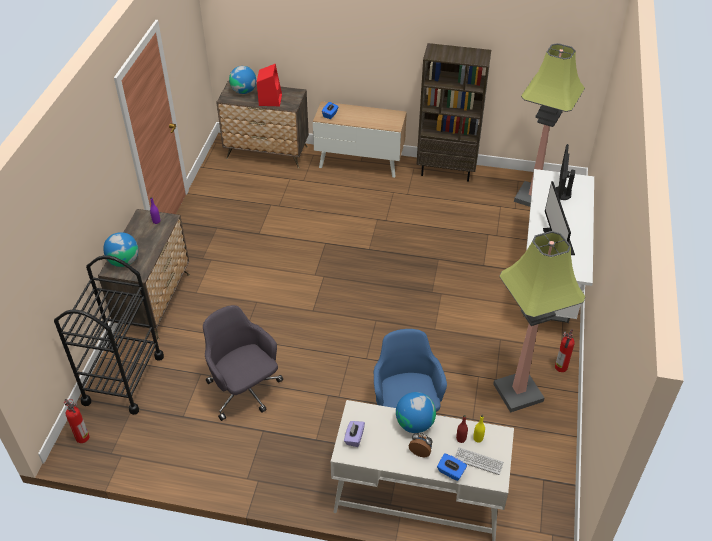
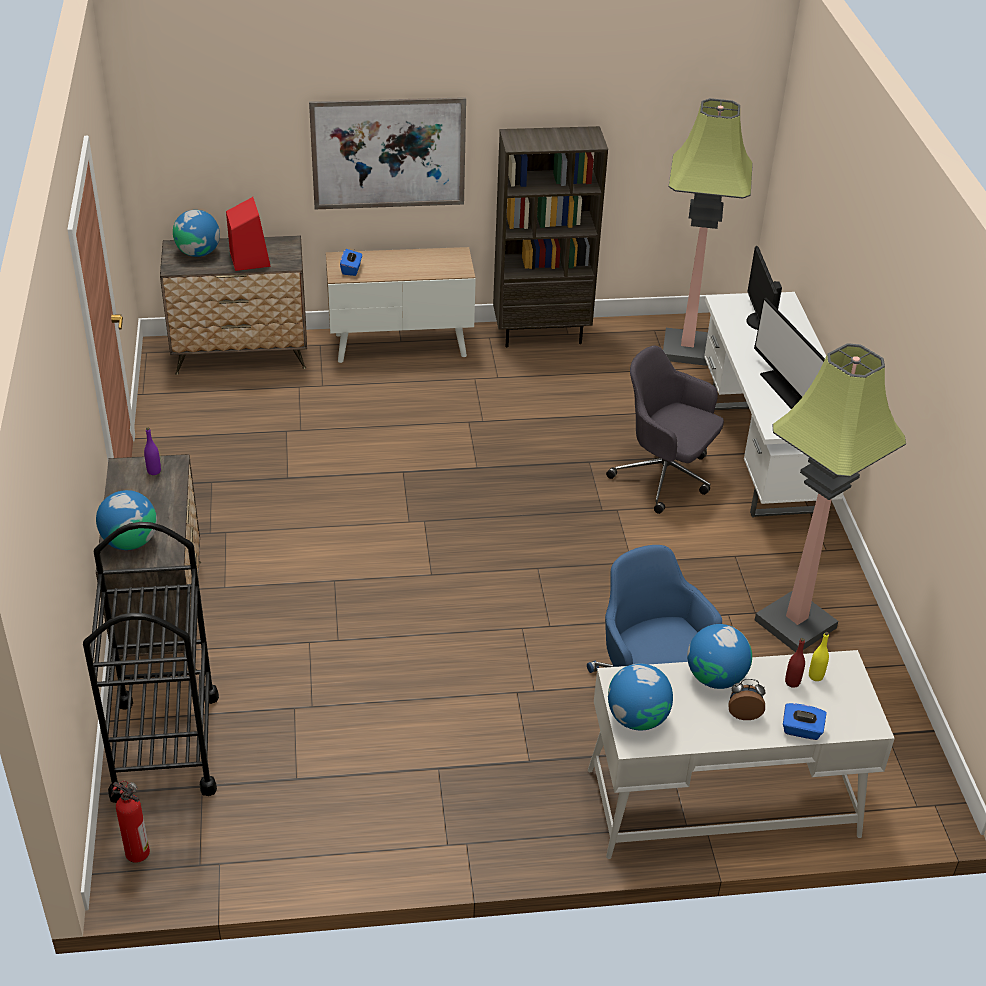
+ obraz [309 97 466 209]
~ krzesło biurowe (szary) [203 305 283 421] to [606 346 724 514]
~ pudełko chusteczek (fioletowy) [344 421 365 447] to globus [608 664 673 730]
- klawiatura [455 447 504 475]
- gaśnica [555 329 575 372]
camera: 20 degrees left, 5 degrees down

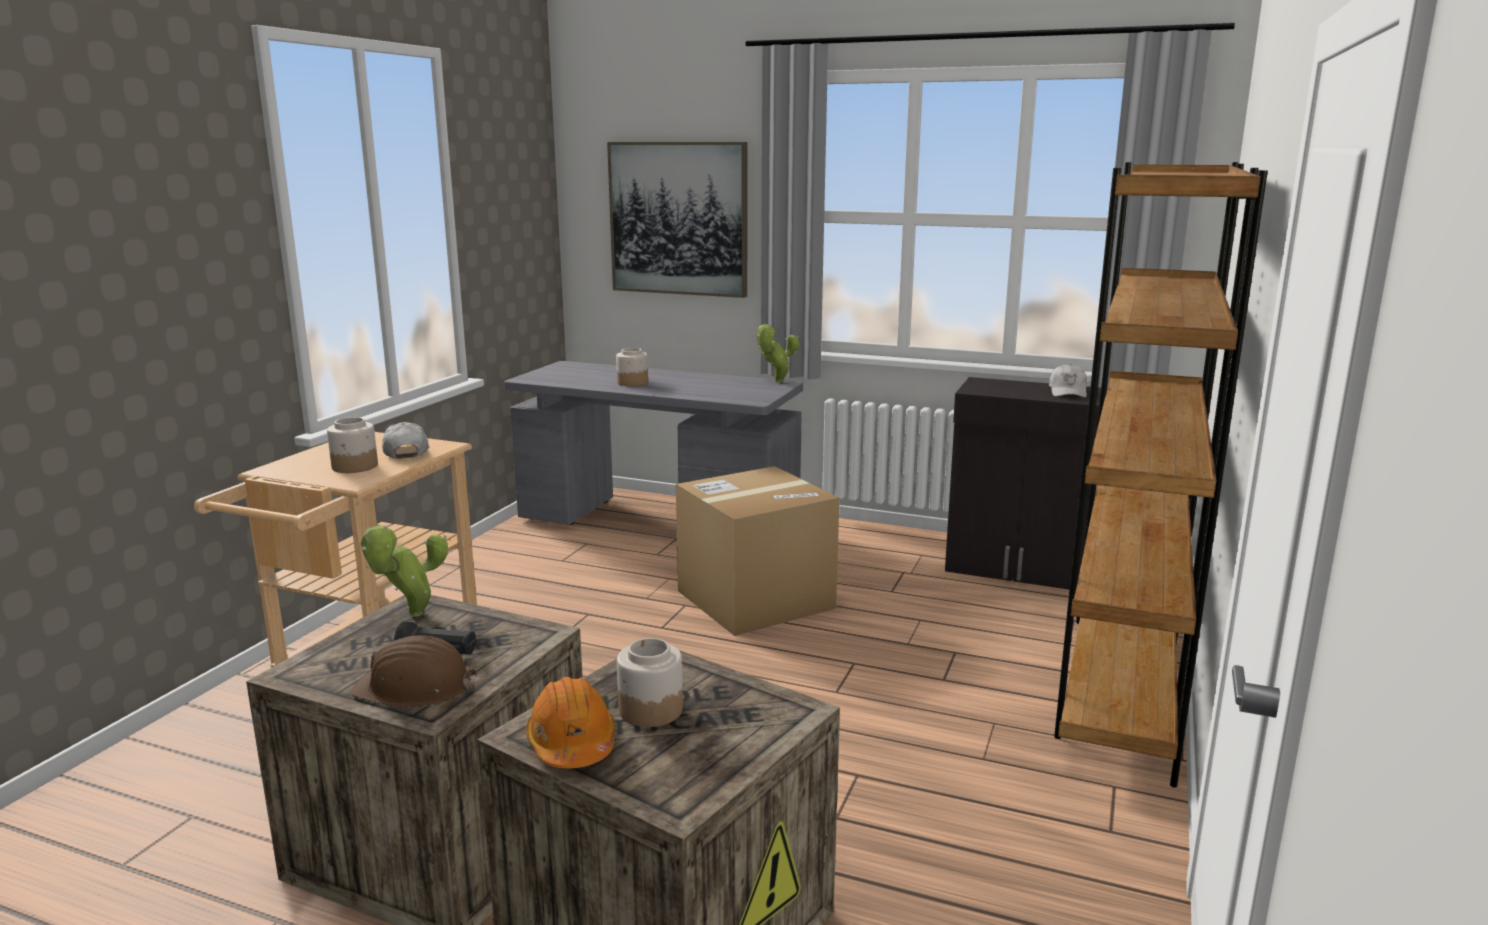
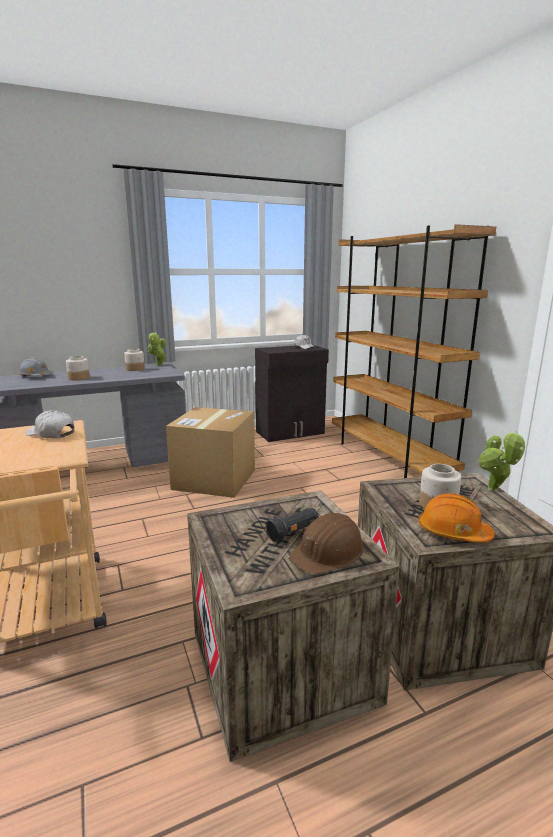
+ kask (szary) [19 357 53 376]
~ słoik [327 417 378 473] to [124 349 145 371]
~ roślina doniczkowa [361 525 448 617] to [478 431 525 491]
- obraz [607 142 747 298]
camera: 45 degrees left, 0 degrees up

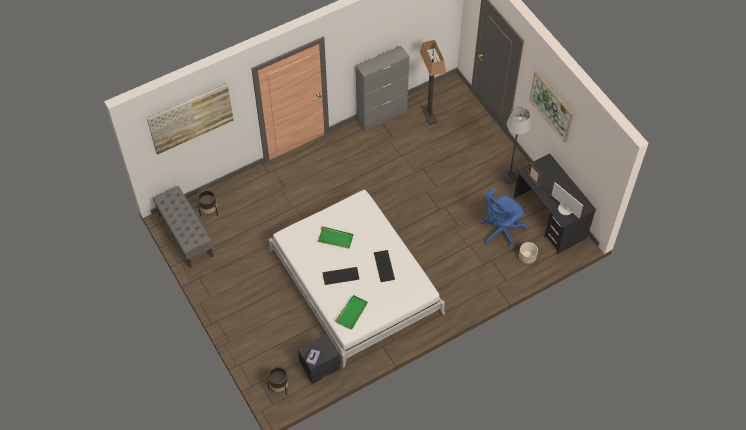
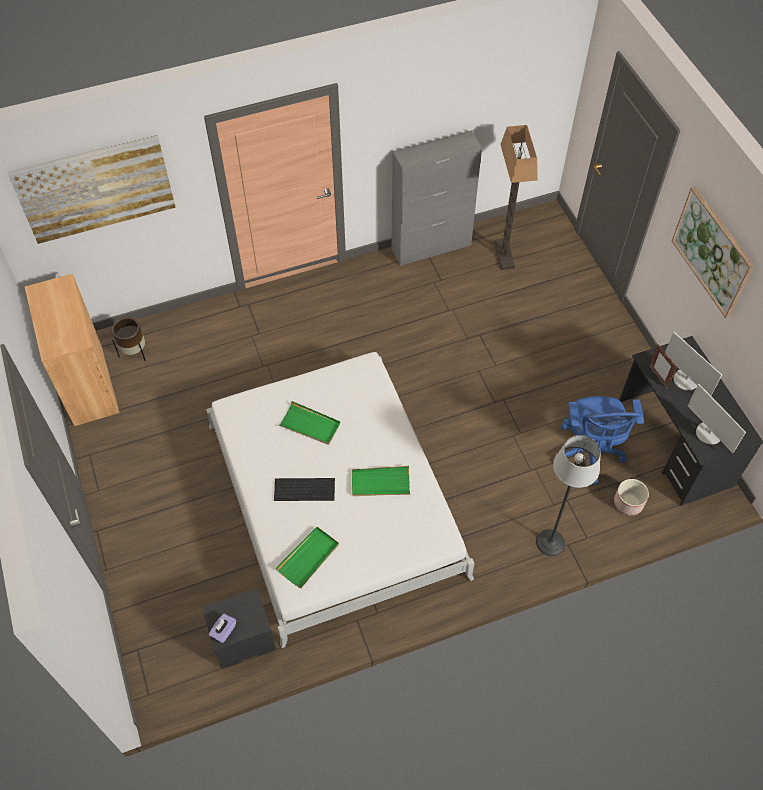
~ ławka (szary) [153 186 213 268] to szafka (brązowy) [25 274 120 426]
~ klawiatura [374 250 395 282] to taca (zielony) [352 466 410 496]
~ lampa stojąca [501 107 531 184] to [536 435 601 556]
~ krzesło biurowe (niebieski) [481 188 528 249] = [562 396 644 484] 60 degrees counterclockwise
+ monitor [664 332 722 396]
- donica (brązowy) [267 367 288 395]
camera: 10 degrees right, 0 degrees up

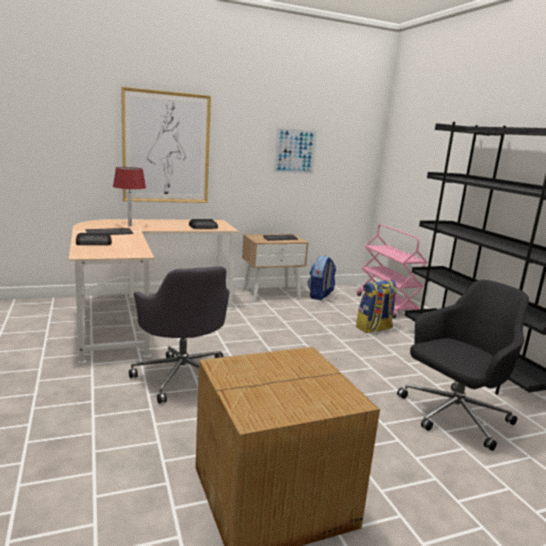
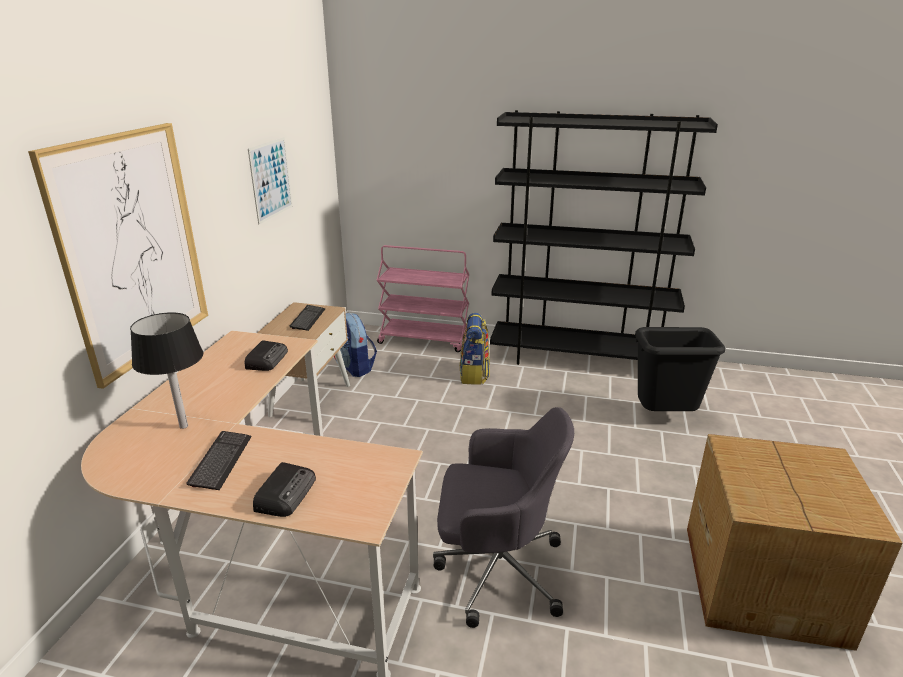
~ lampa stołowa (czerwony) [113 167 146 226] to lampa stołowa (czarny) [130 312 203 429]
~ krzesło biurowe (czarny) [397 280 529 451] to kosz na śmieci (czarny) [635 327 725 411]
camera: 55 degrees left, 10 degrees up

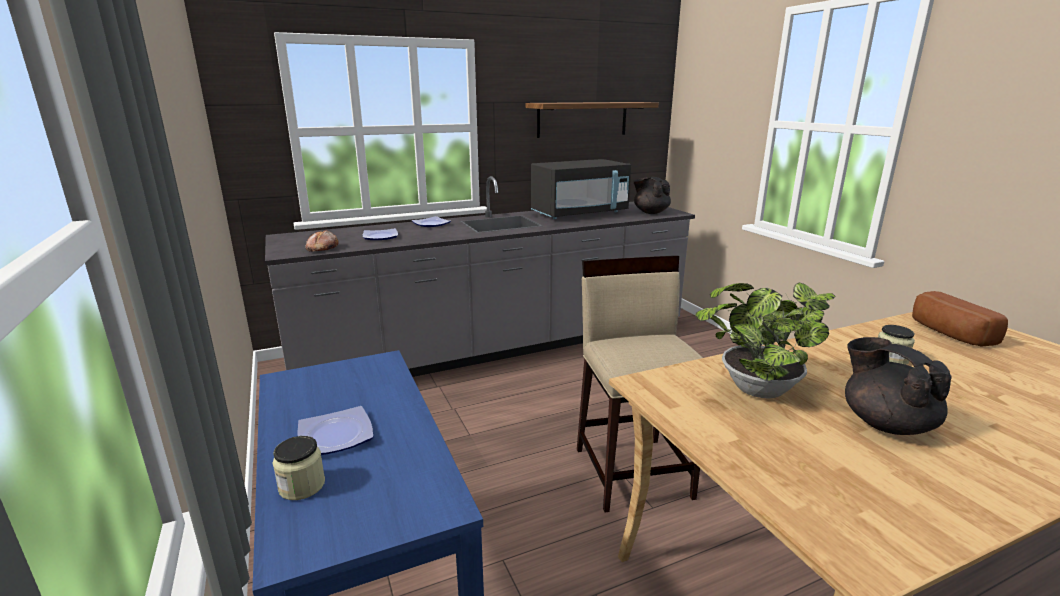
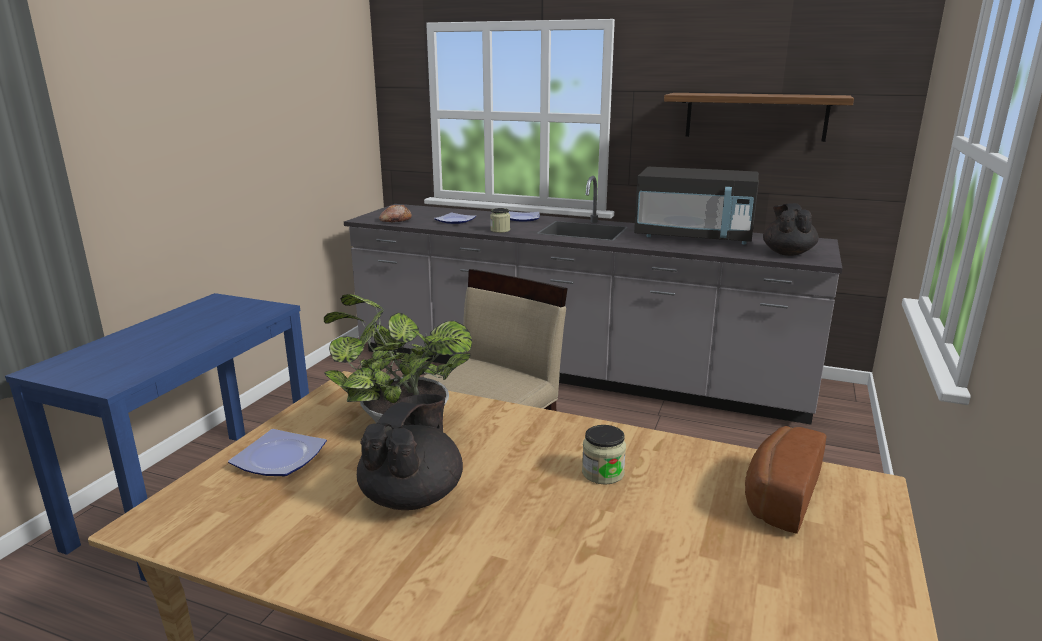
~ talerz [297 406 373 455] to [228 429 327 476]
~ słoik [273 436 325 500] to [490 208 510 233]
camera: 45 degrees right, 0 degrees up

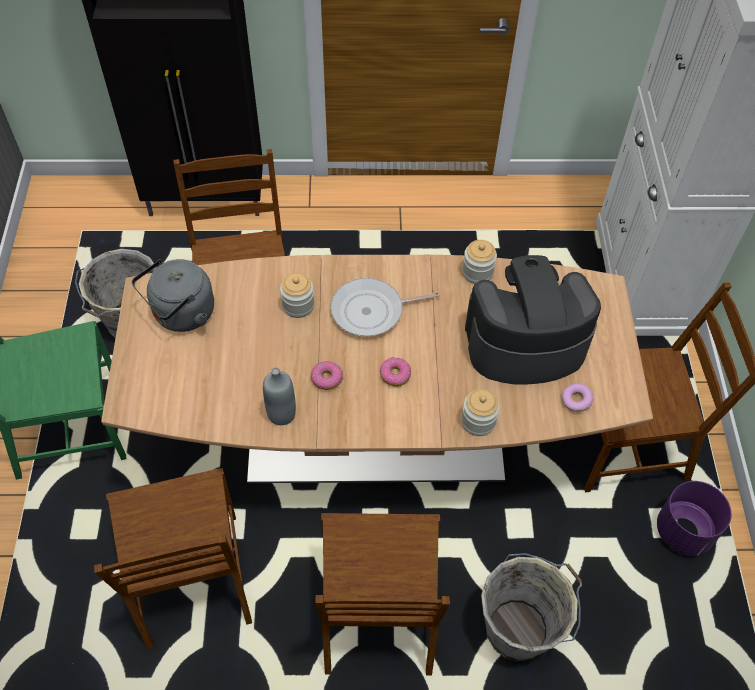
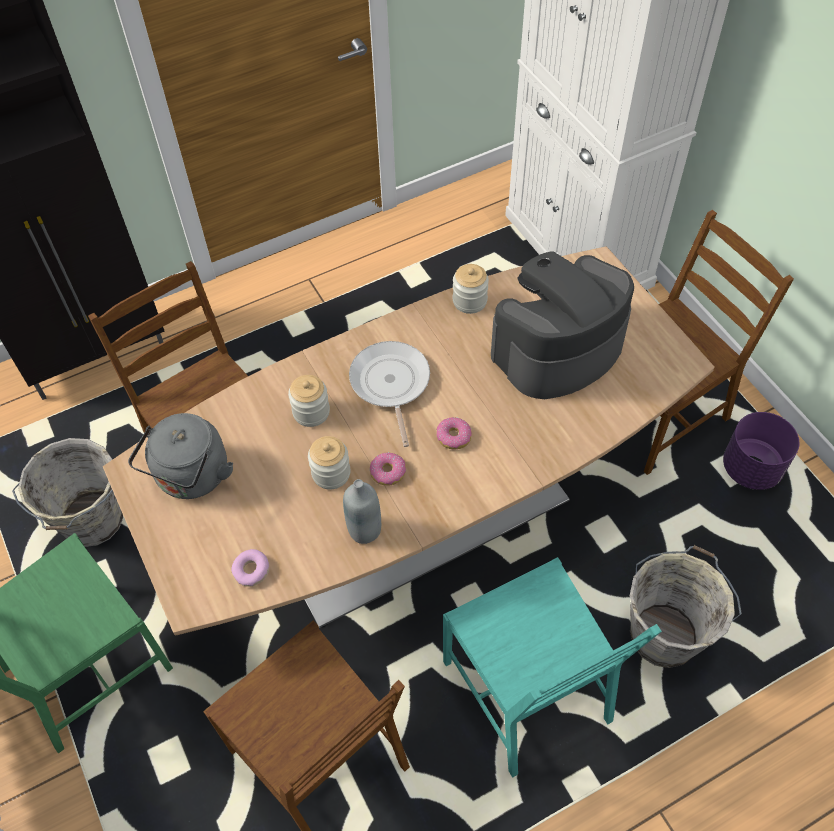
~ donut [562 383 593 412] to [231 549 269 587]
~ słoik [461 389 500 436] to [308 436 350 490]
~ patelnia [330 278 440 336] = [349 341 430 447] 120 degrees clockwise
~ krzesło (brązowy) [315 513 450 675] to krzesło (turkusowy) [443 557 662 778]
camera: 25 degrees left, 0 degrees up

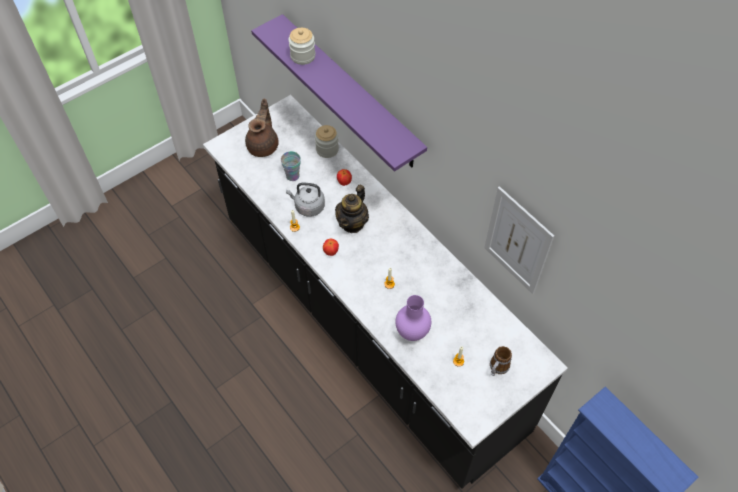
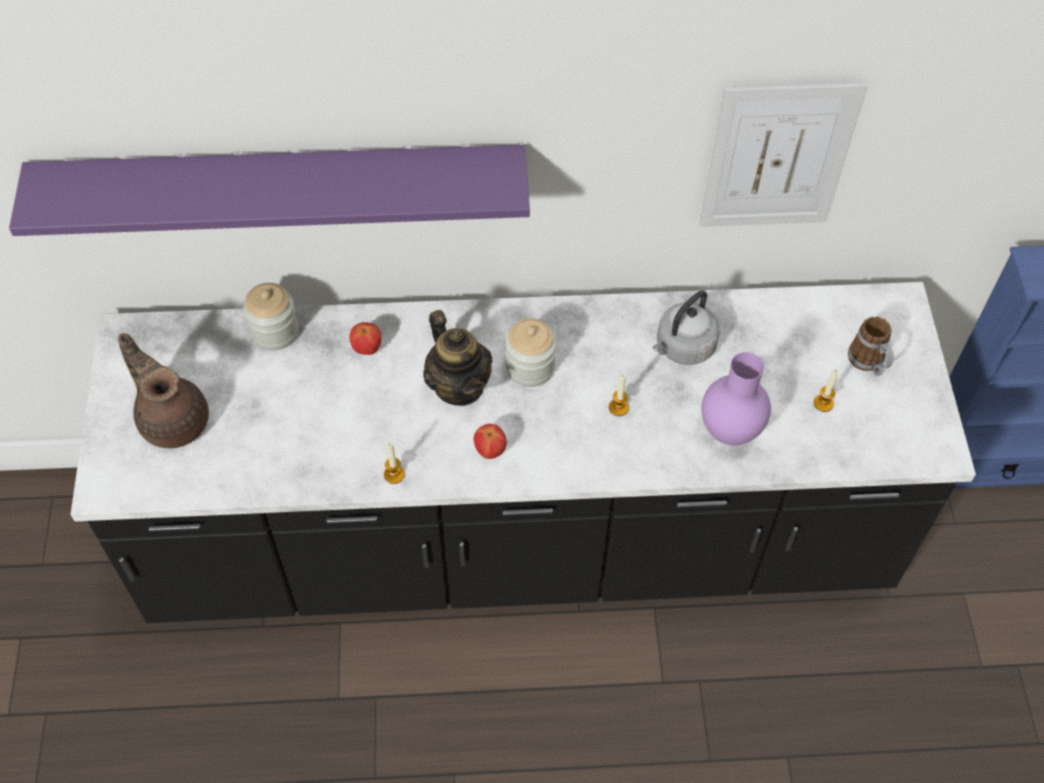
~ słoik [288 28 315 65] to [506 319 556 387]
~ czajnik (szary) [286 183 325 217] to [652 290 720 365]
- filiżanka [281 151 301 181]
camera: 55 degrees left, 0 degrees up

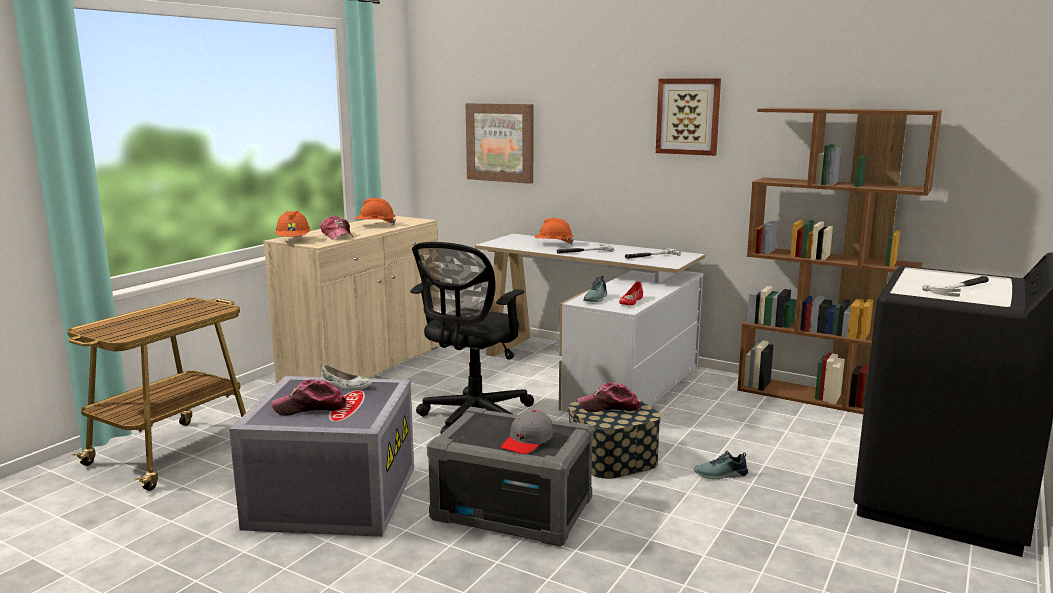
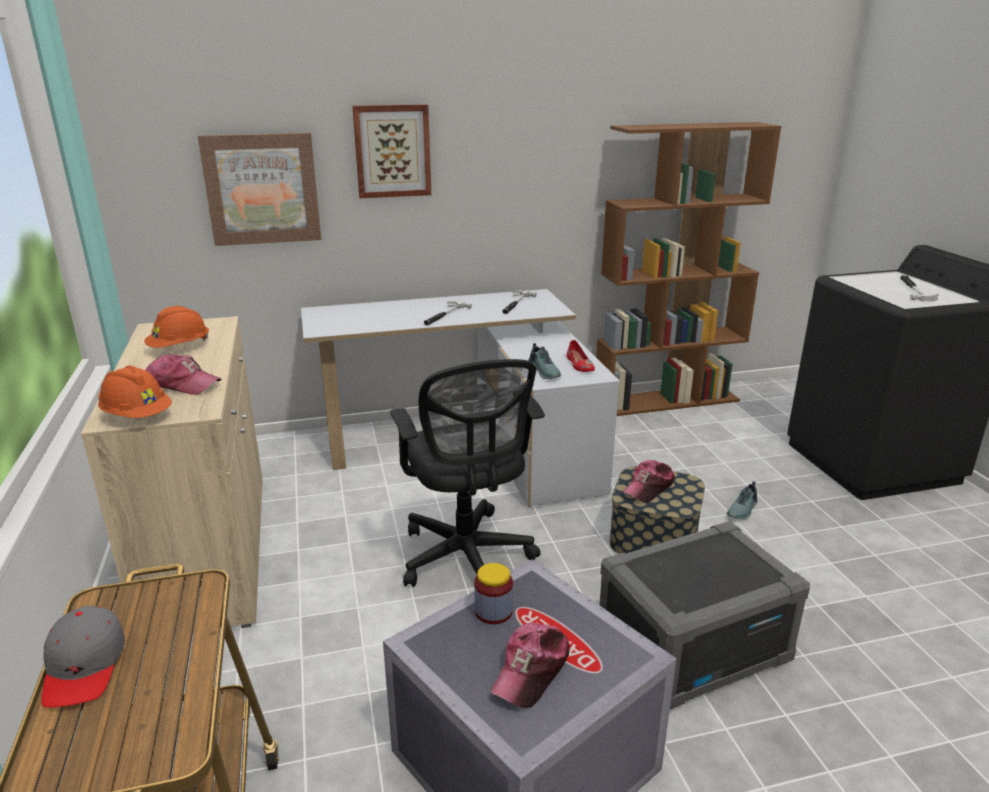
~ czapka z daszkiem (szary) [501 410 553 454] to [41 606 125 708]
~ obraz [656 78 721 156] to [352 104 431 198]
~ but (biały) [320 365 372 390] to słoik [474 563 513 624]
- kask (pomarańczowy) [534 218 574 245]
camera: 45 degrees left, 10 degrees up

